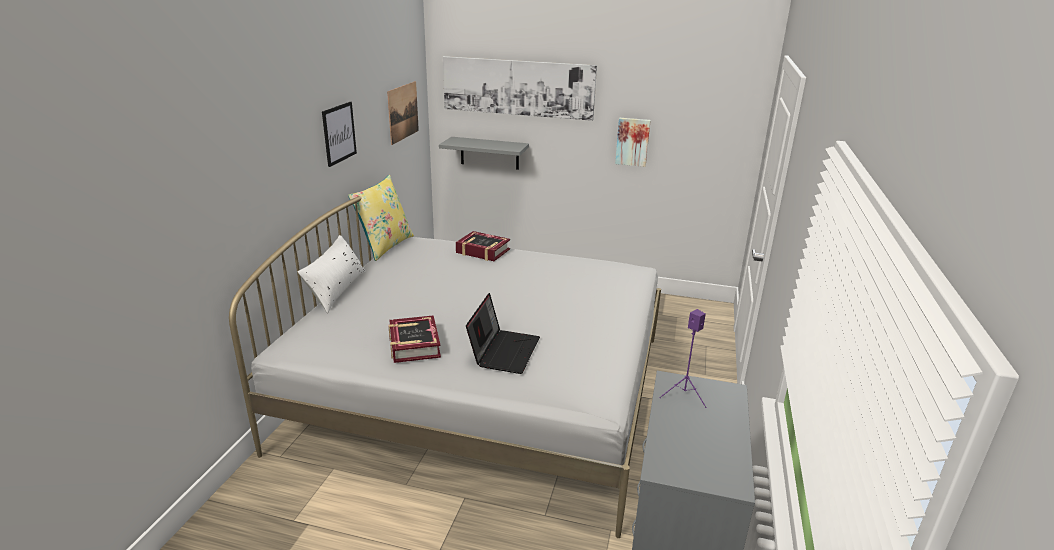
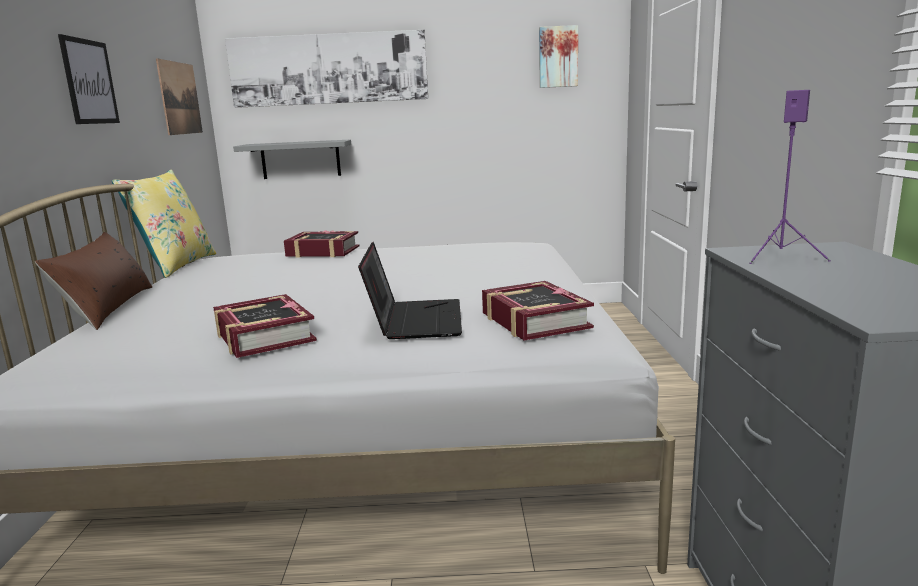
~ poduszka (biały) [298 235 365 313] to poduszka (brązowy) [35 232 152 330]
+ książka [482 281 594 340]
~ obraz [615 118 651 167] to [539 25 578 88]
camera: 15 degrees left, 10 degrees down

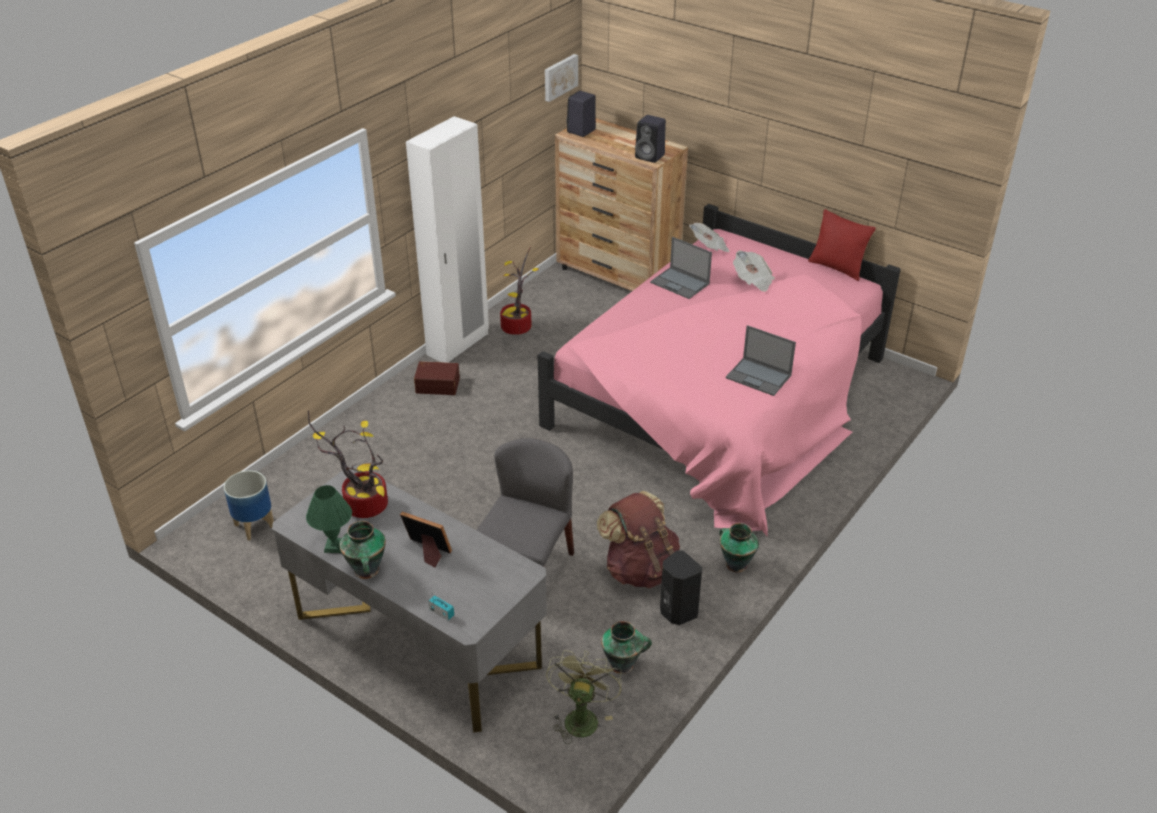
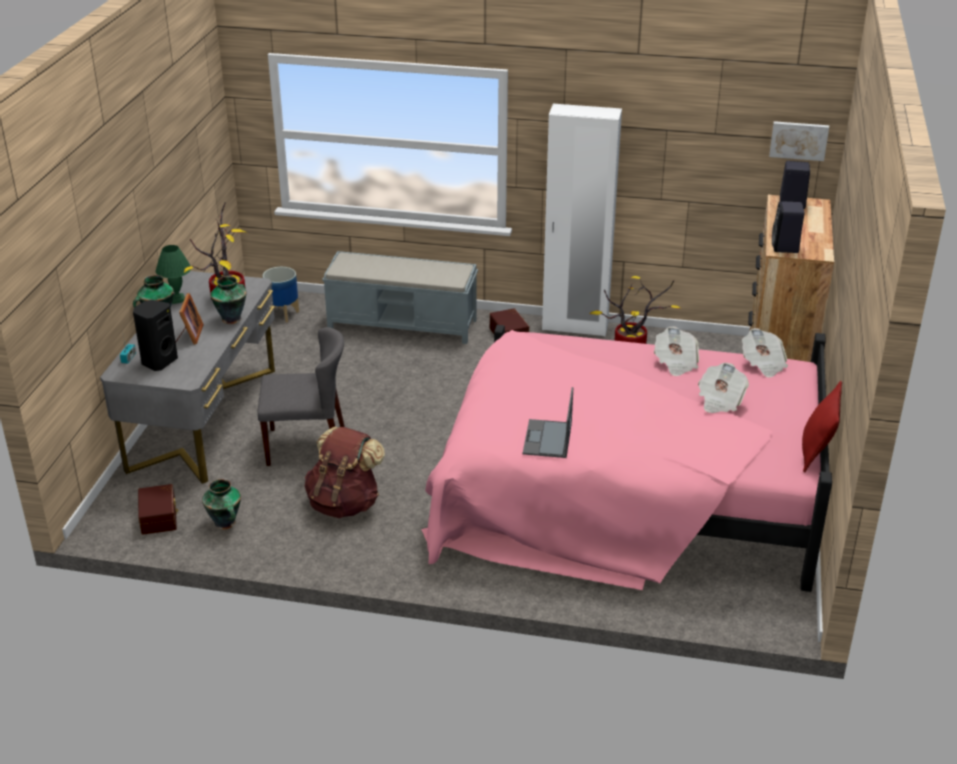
~ głośnik (czarny) [660 550 702 625] to [133 300 178 371]
~ wentylator (zielony) [546 650 622 744] to pojemnik do przechowywania (brązowy) [138 484 179 535]
~ wazon [719 523 759 573] to [210 276 247 324]
+ ławka (szary) [322 251 478 344]
~ laptop [650 237 712 299] to gazeta [654 326 699 376]
camera: 65 degrees right, 5 degrees down

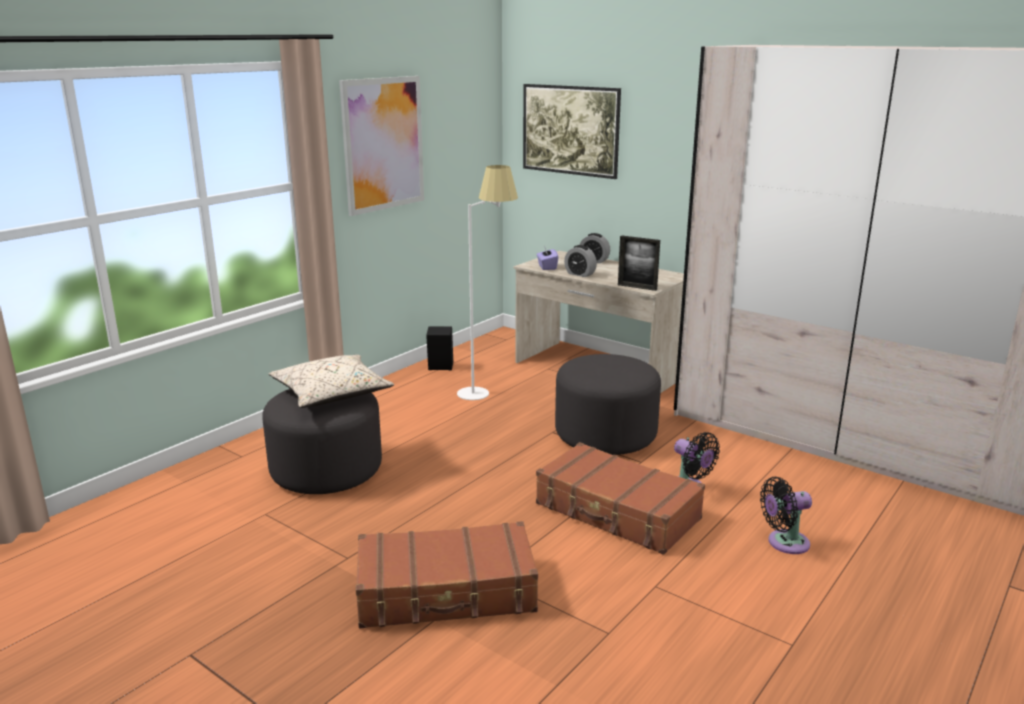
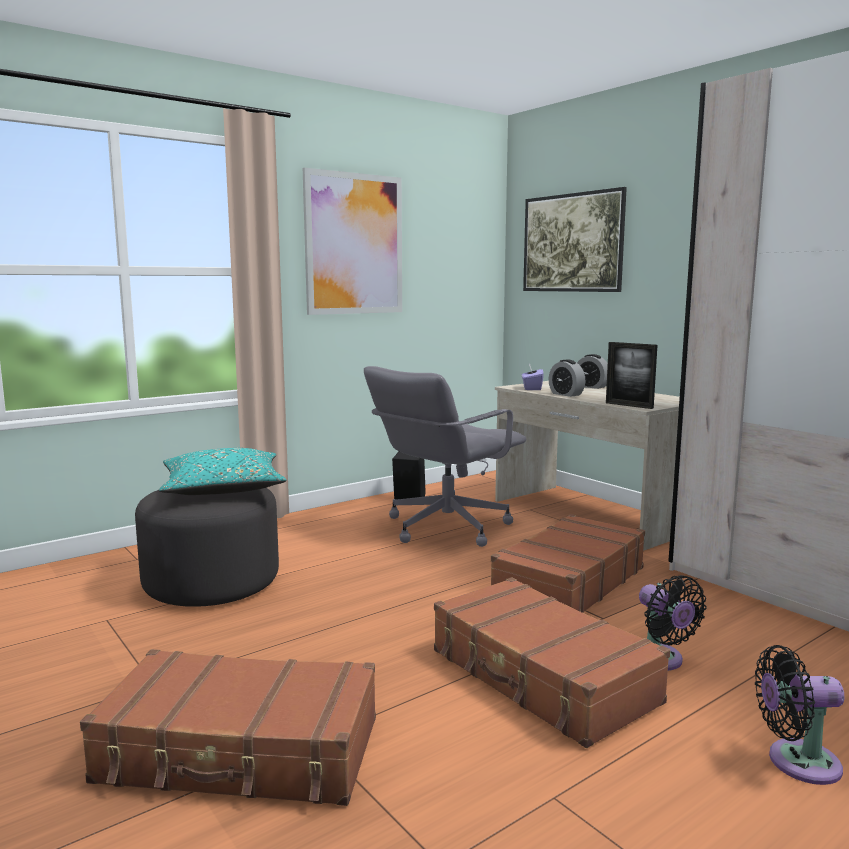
~ poduszka (beżowy) [268 355 394 408] to poduszka (turkusowy) [159 448 287 495]
~ lampa stojąca (biały) [457 165 518 400] to krzesło biurowe (szary) [364 366 526 547]
~ pufa (szary) [555 354 661 455] to walizka (brązowy) [491 514 645 613]
camera: 15 degrees right, 10 degrees down

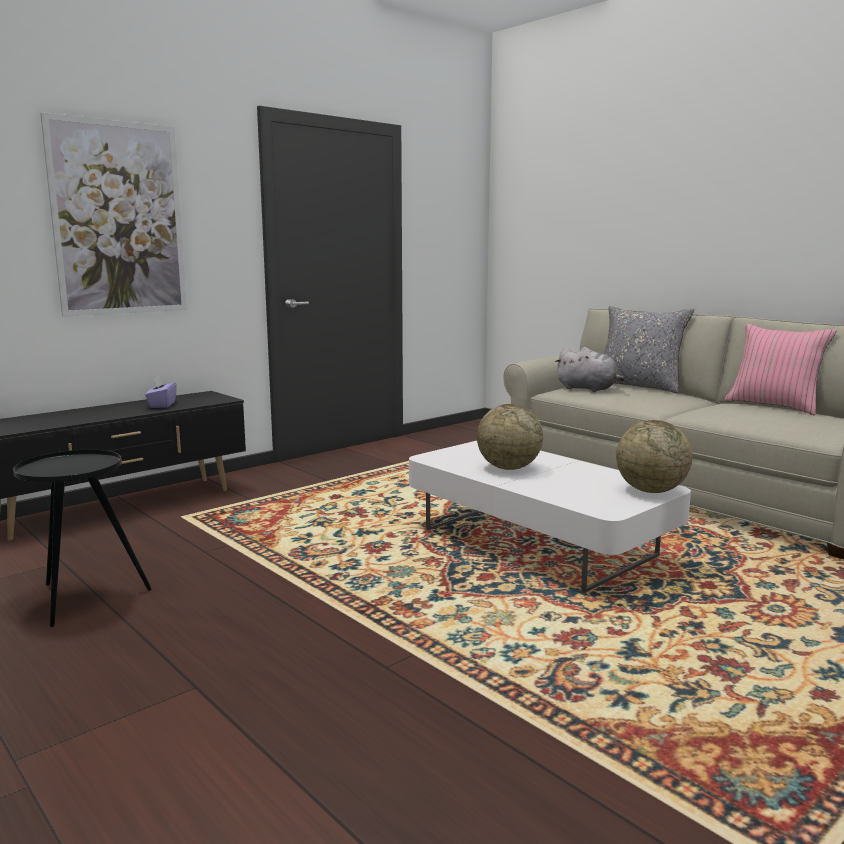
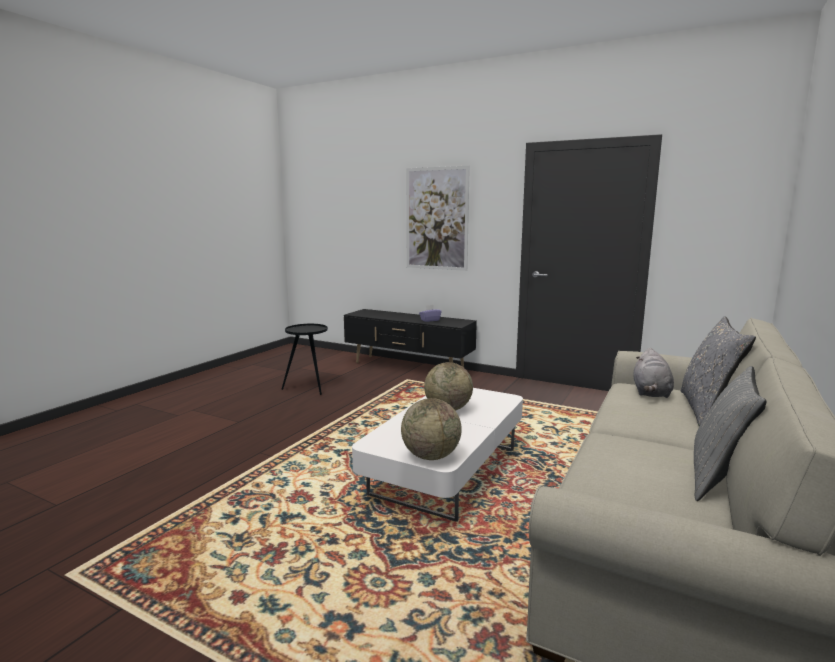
~ poduszka (różowy) [725 324 837 415] to poduszka (szary) [694 366 767 501]
camera: 70 degrees right, 0 degrees up

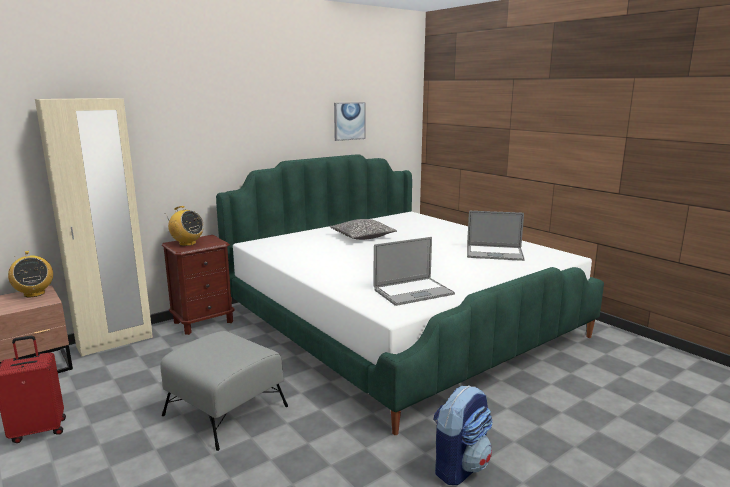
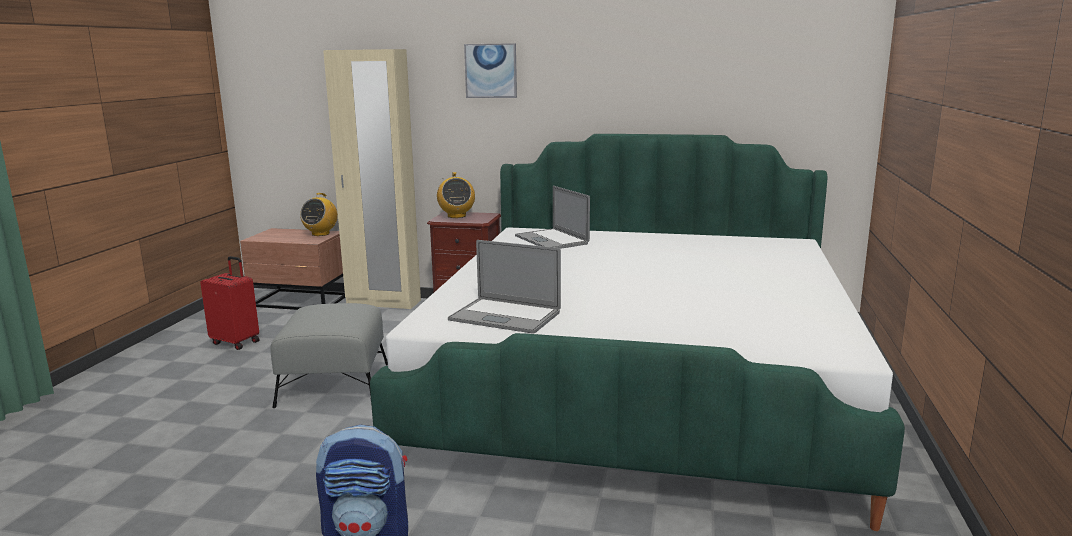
~ obraz [334 102 366 141] to [464 43 517 98]
~ laptop [467 211 525 261] to [515 186 590 249]
- poduszka [330 219 397 240]
camera: 50 degrees right, 0 degrees up

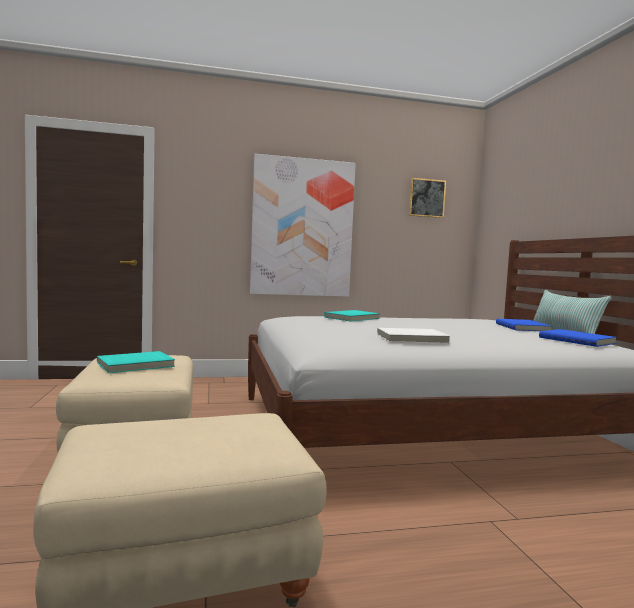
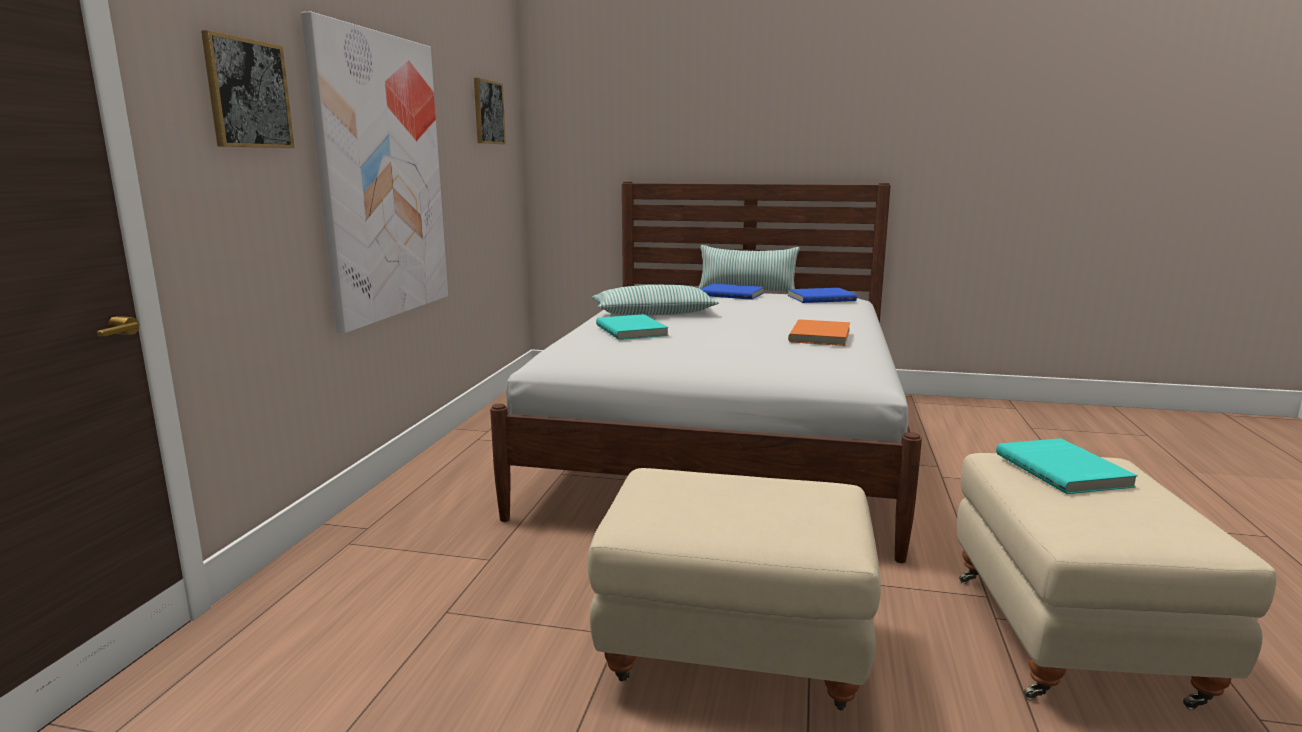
+ obraz [201 30 295 148]
+ poduszka [592 285 719 315]
~ książka (biały) [377 328 450 343] to książka (pomarańczowy) [788 319 850 346]
~ książka (turkusowy) [97 351 175 373] to [996 438 1138 494]
camera: 65 degrees left, 10 degrees up

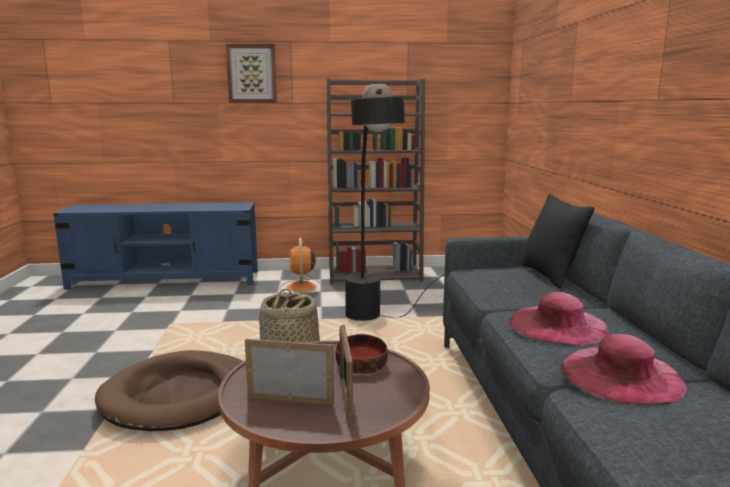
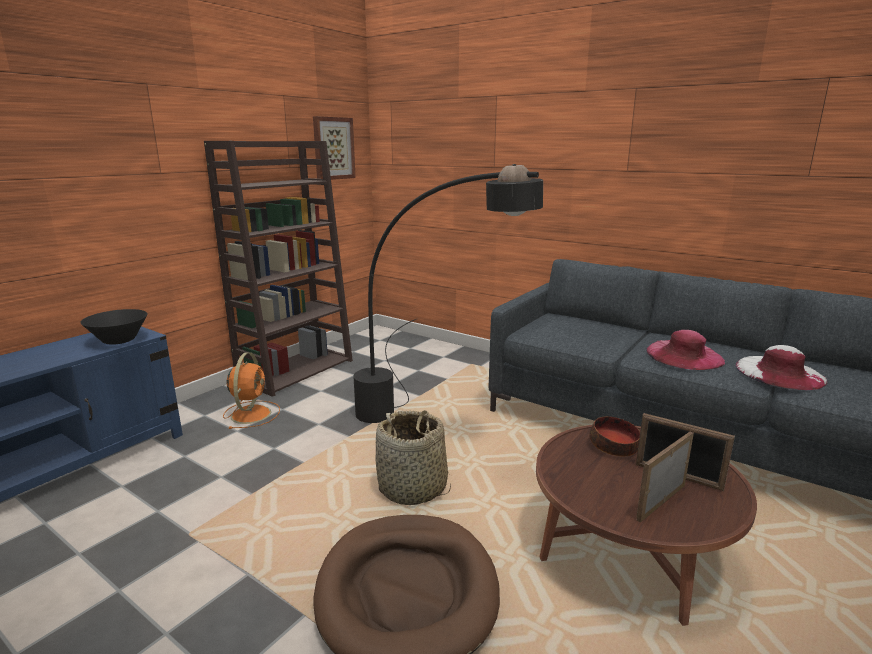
+ miska (czarny) [80 309 148 345]
~ wentylator (pomarańczowy) [280 238 324 294] = [223 352 280 429] 120 degrees counterclockwise
~ obraz [226 44 277 103] to [313 116 356 180]
~ kapelusz (różowy) [561 334 688 406] to kapelusz (biały) [735 345 827 390]
- poduszka (czarny) [521 194 595 288]
camera: 50 degrees left, 5 degrees up

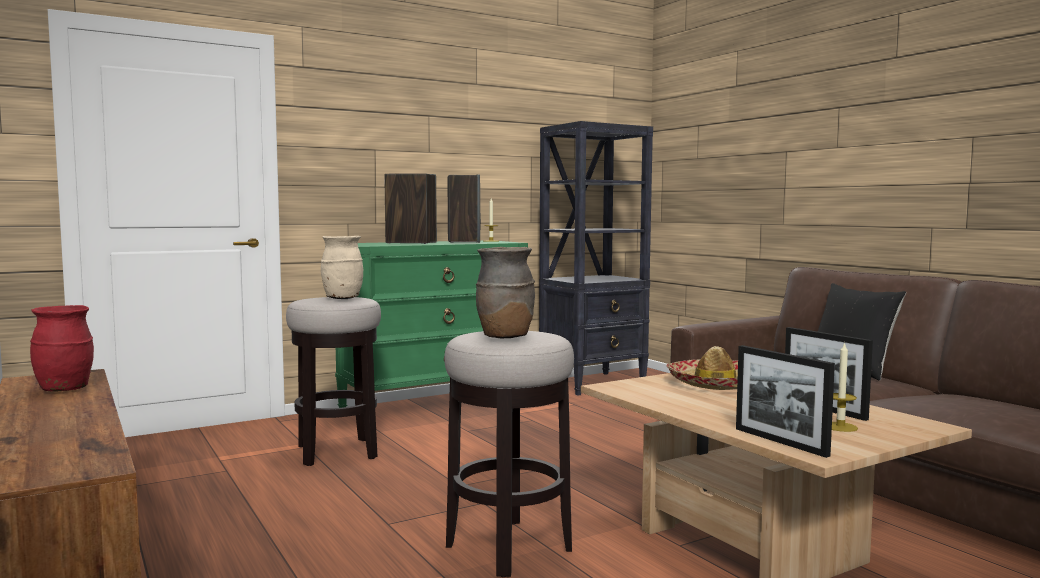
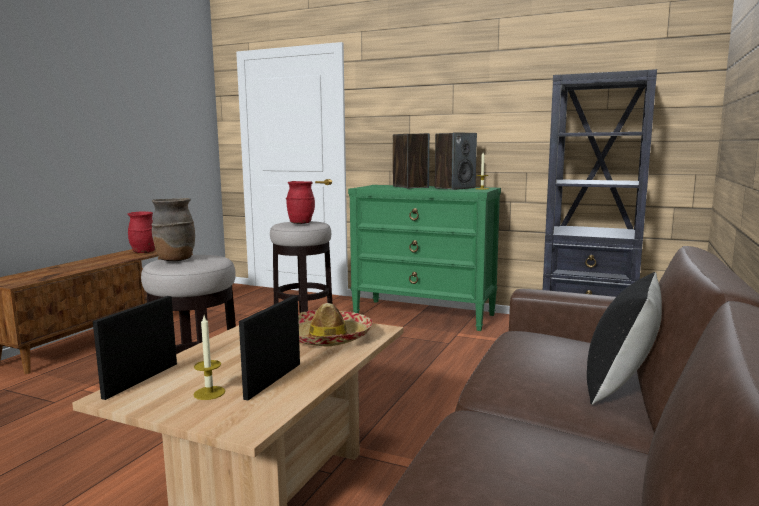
~ wazon (beżowy) [321 236 363 299] to wazon (czerwony) [286 181 315 224]
camera: 55 degrees right, 5 degrees up

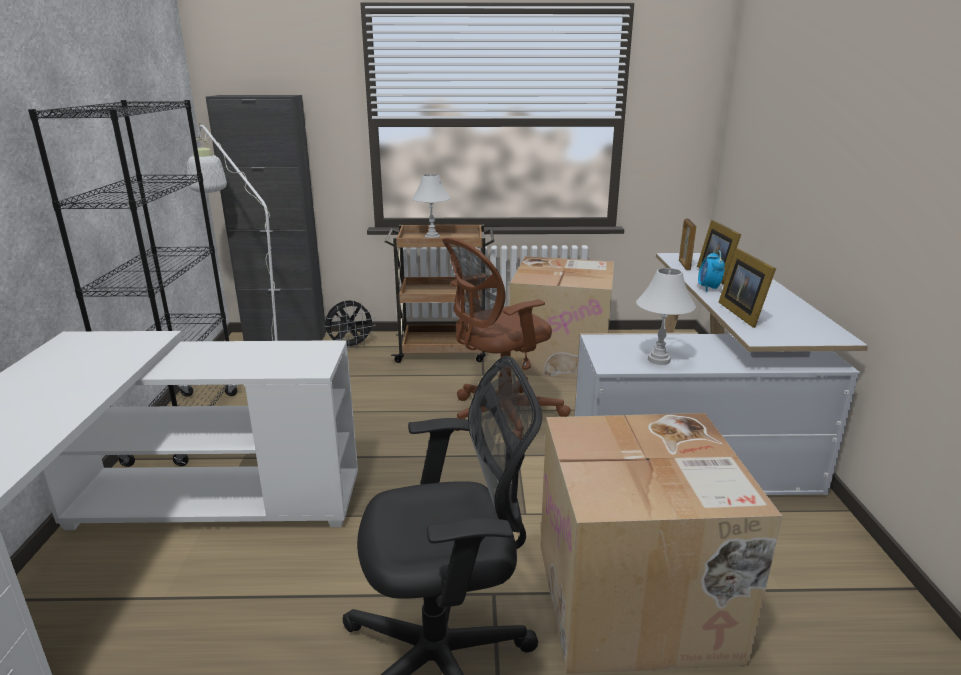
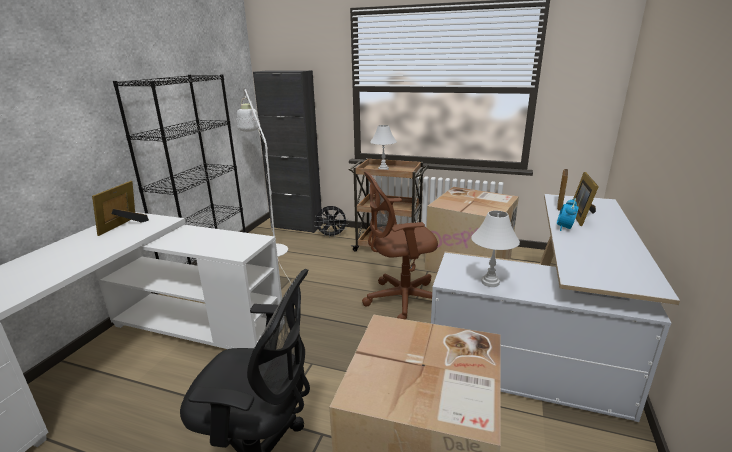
~ ramka na zdjęcie [719 248 776 328] to [92 181 149 236]
camera: 20 degrees right, 0 degrees up

